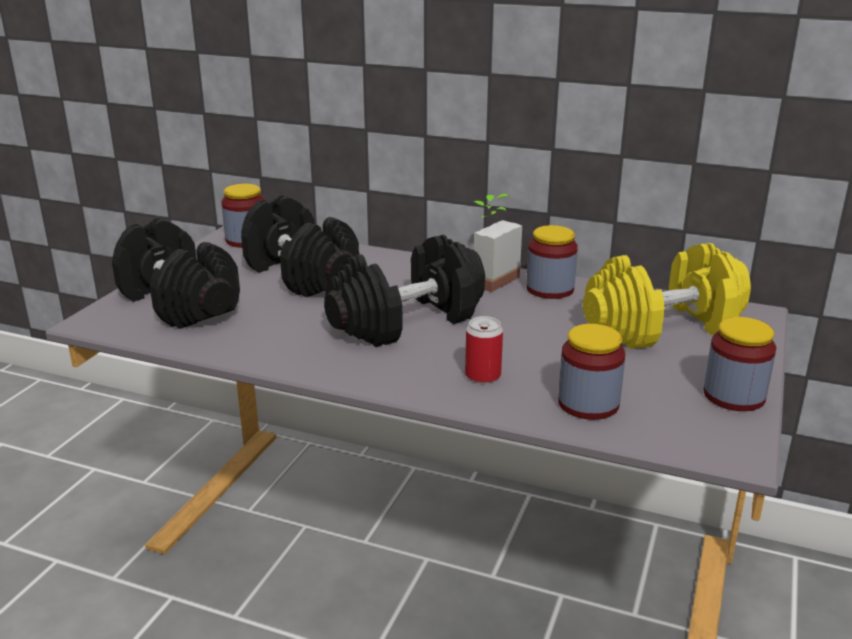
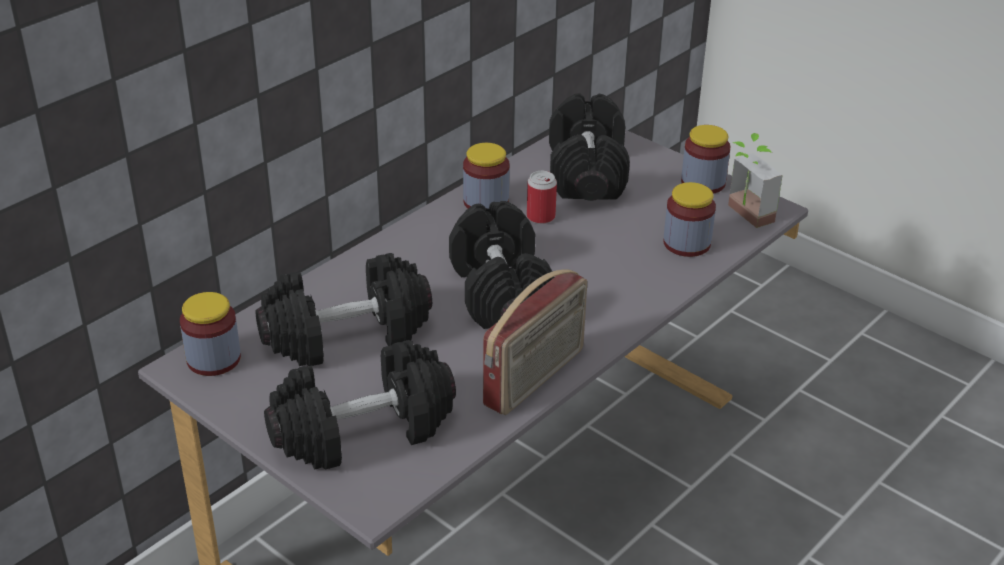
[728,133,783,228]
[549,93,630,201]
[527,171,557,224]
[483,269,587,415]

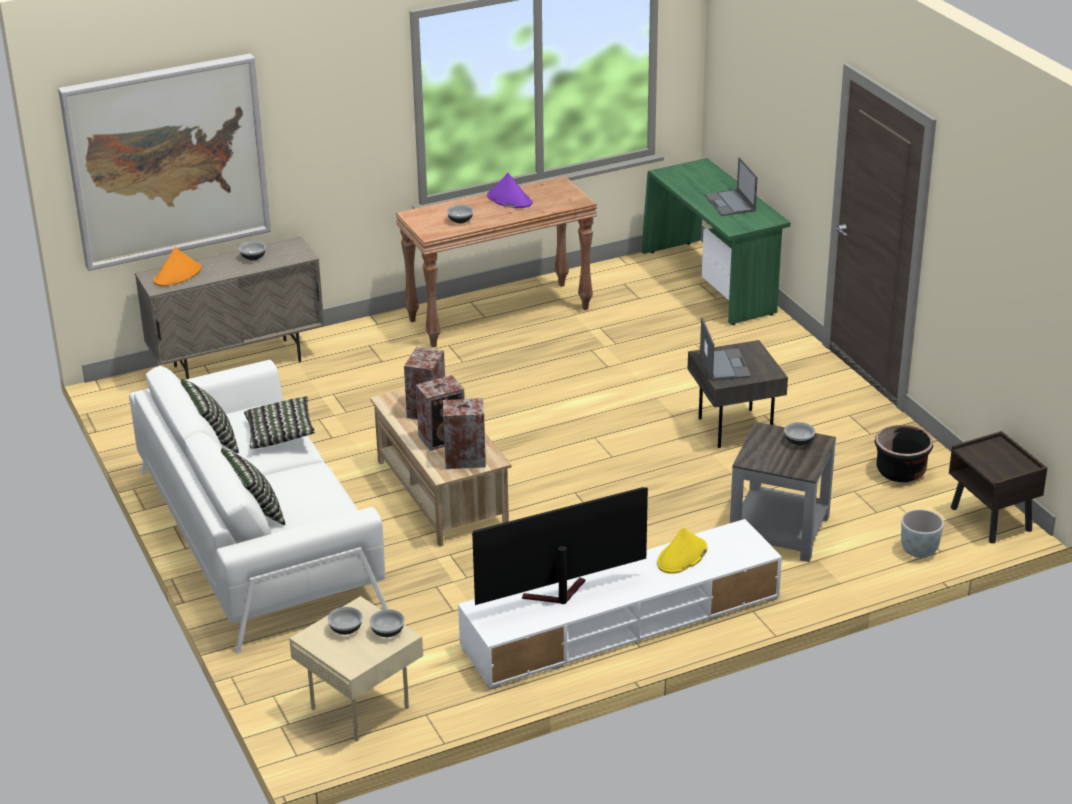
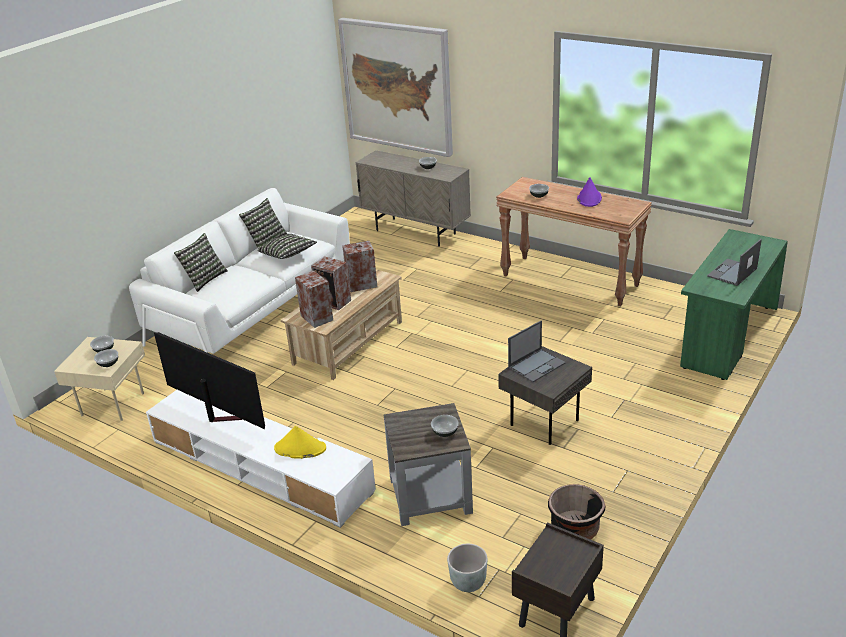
[154,247,201,286] (first image)

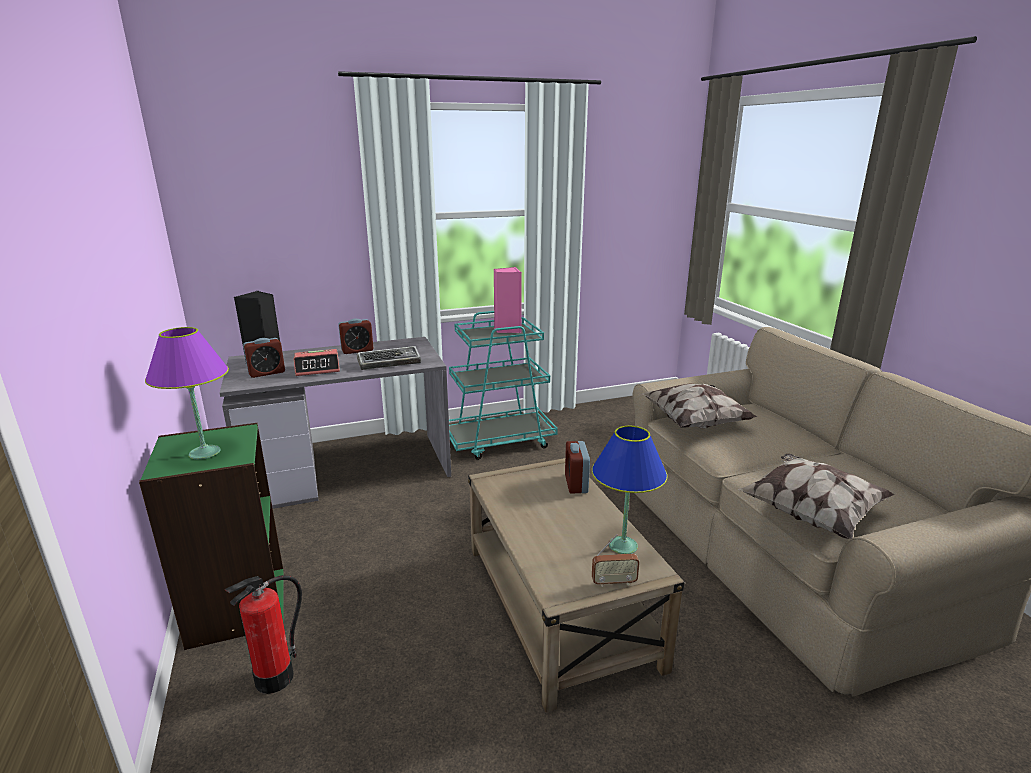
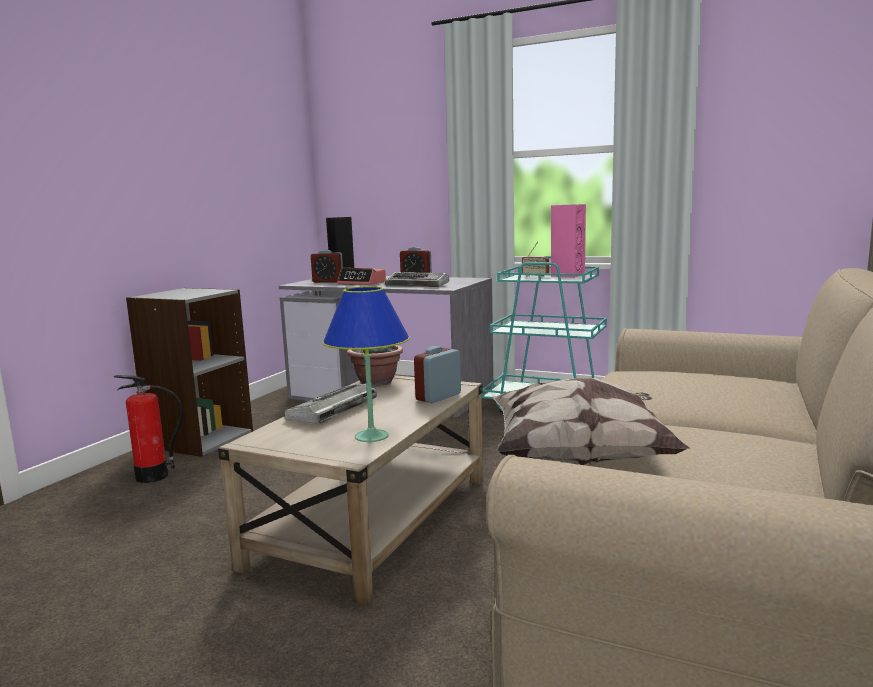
[145,327,229,459] (first image)
[641,384,757,428] (first image)
[126,288,253,457]
[522,242,549,278]
[347,345,403,386]
[284,384,377,424]

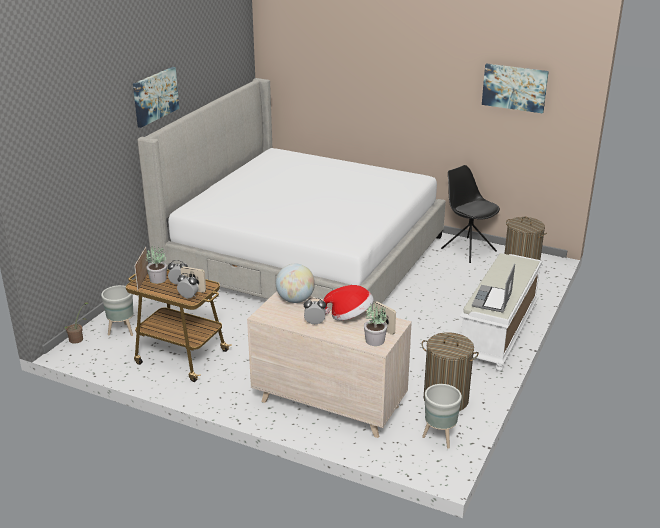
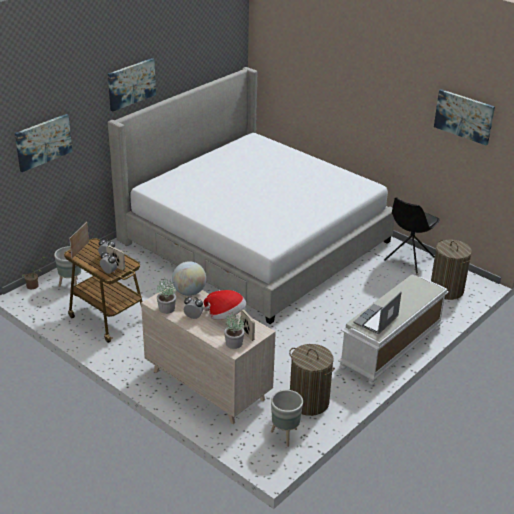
[384,197,439,273]
[157,279,176,314]
[15,114,72,172]

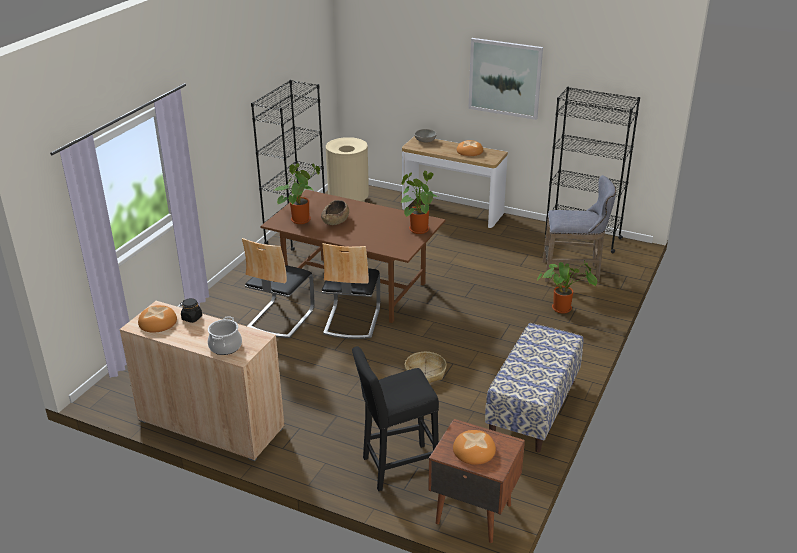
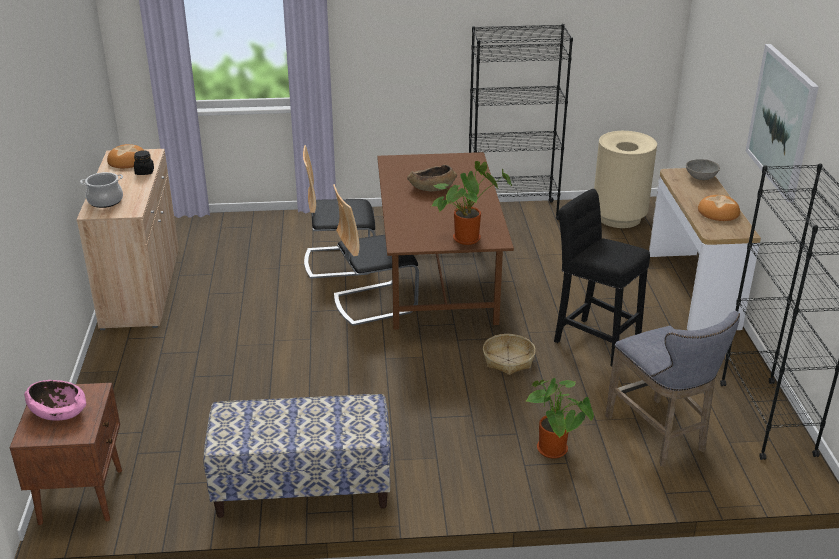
[275,163,320,224] (first image)
[554,189,650,366]
[483,334,536,375]
[24,380,86,421]

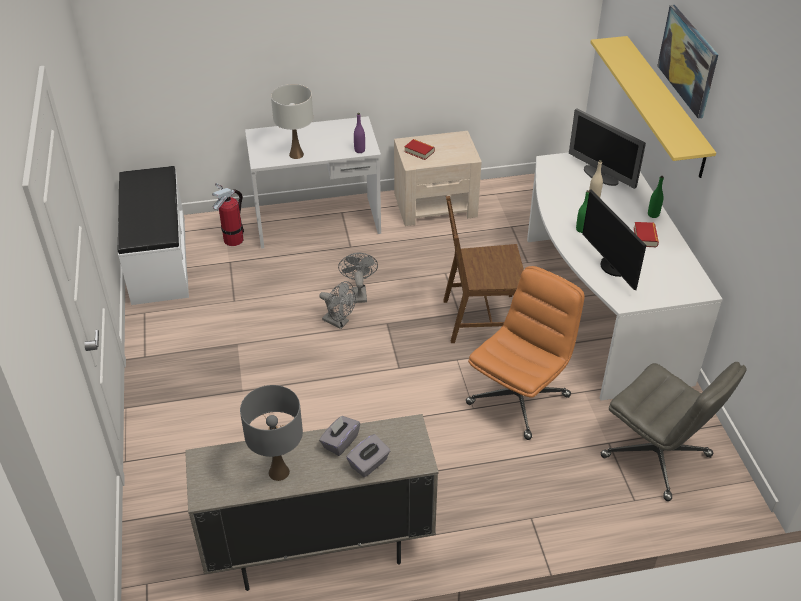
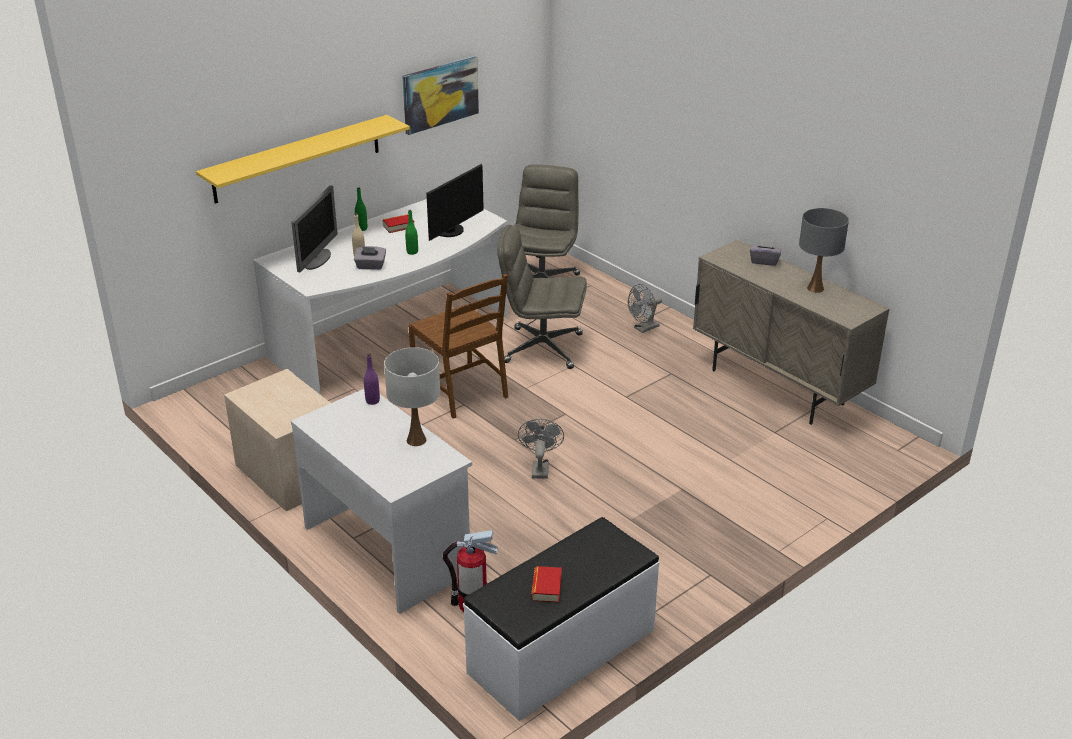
[402,56,479,135]
[531,566,562,603]
[628,284,662,333]
[497,225,587,369]
[354,246,386,270]

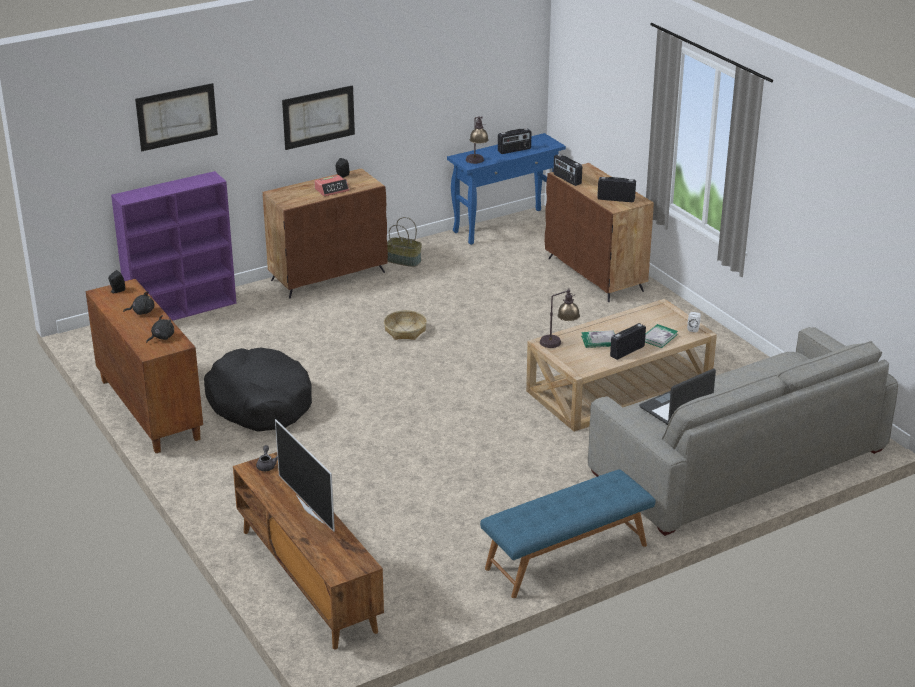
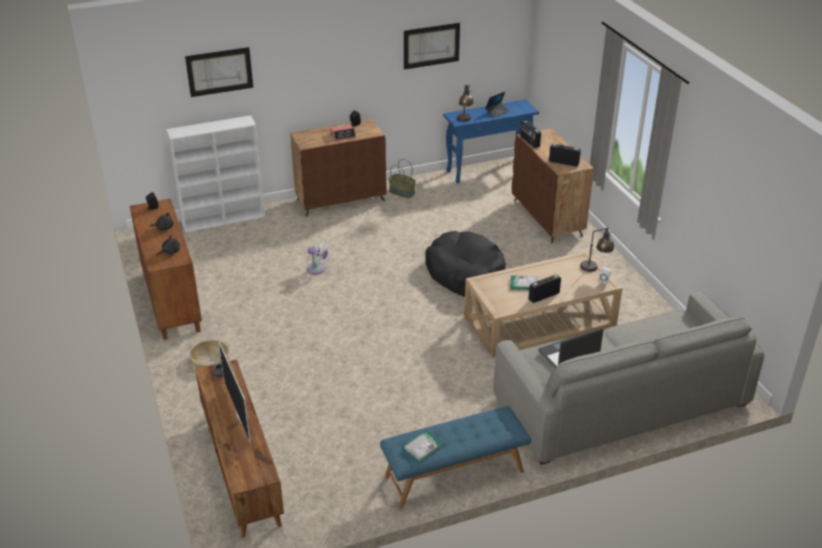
[404,23,460,70]
[485,92,510,118]
[166,115,265,232]
[580,227,615,272]
[190,340,229,369]
[403,430,443,462]
[425,231,506,296]
[307,242,330,275]

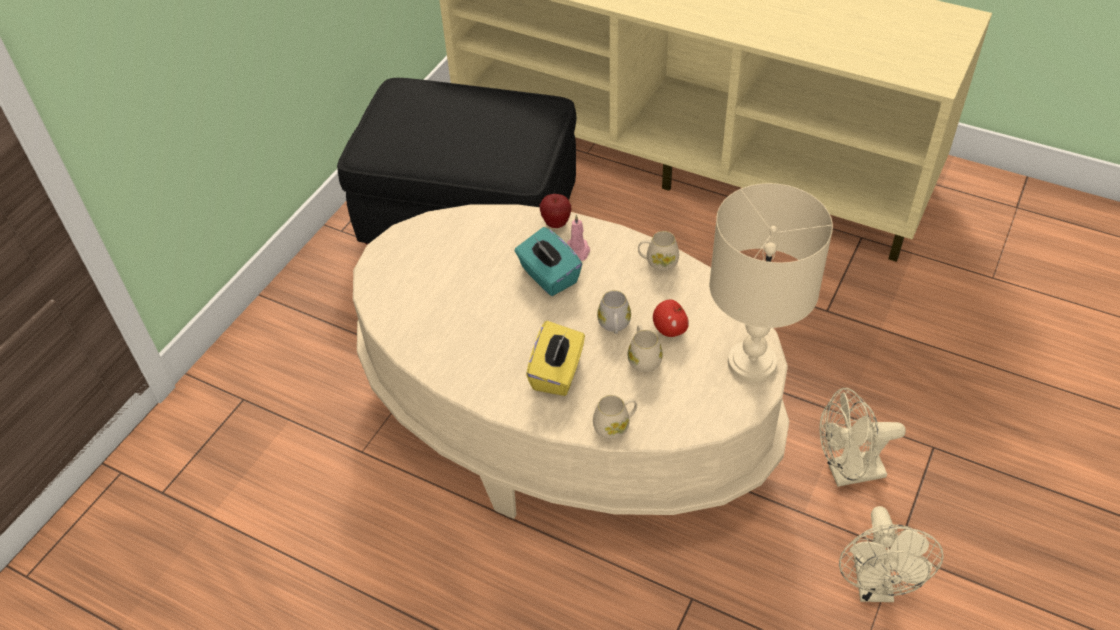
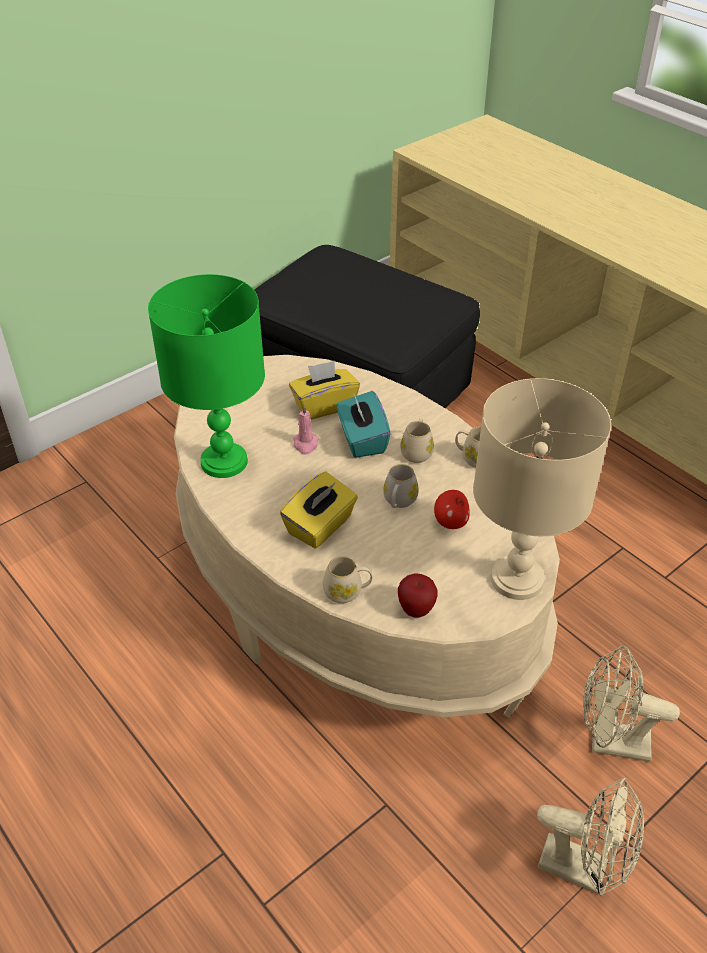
[398,573,438,618]
[293,405,319,455]
[400,418,434,463]
[537,778,644,896]
[148,274,265,478]
[289,361,360,419]

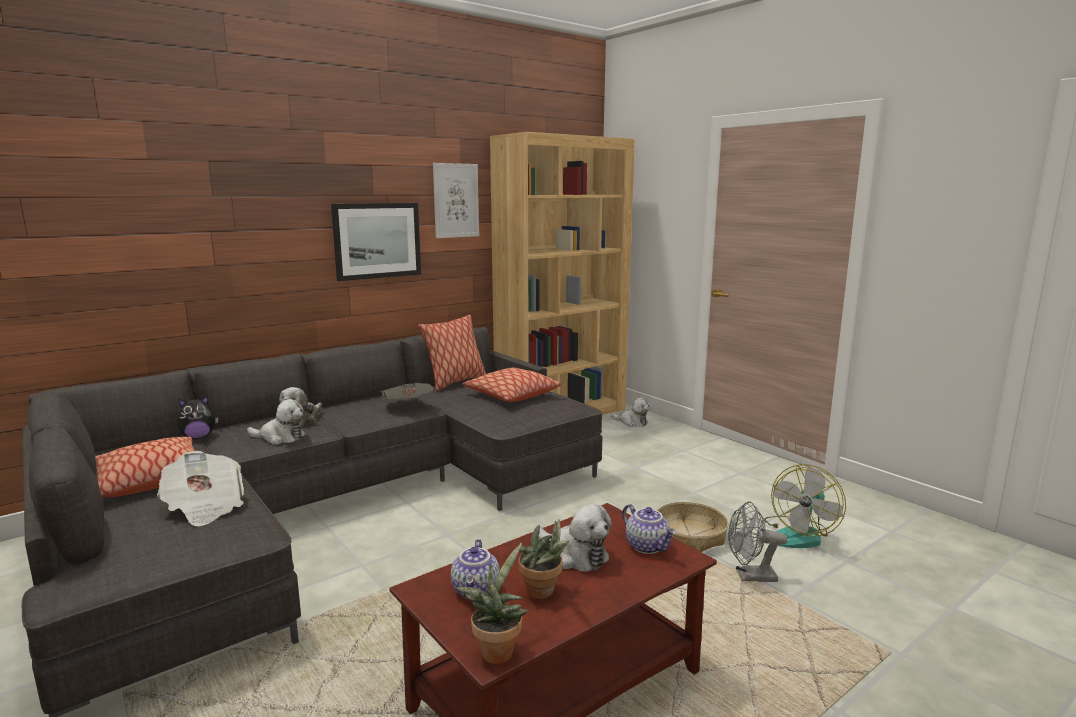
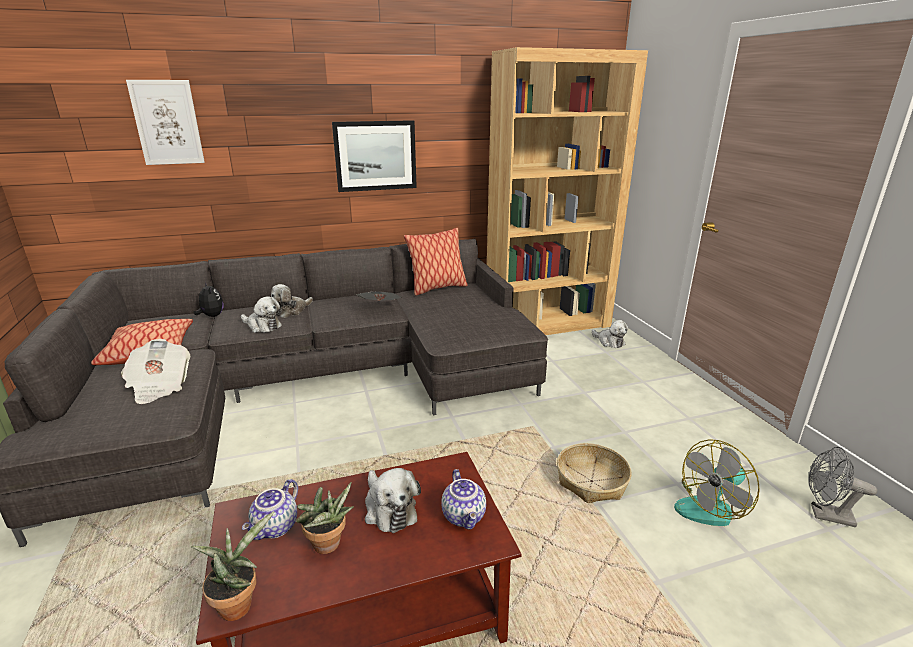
[126,80,205,165]
[462,368,561,402] (first image)
[194,282,223,317]
[809,447,877,527]

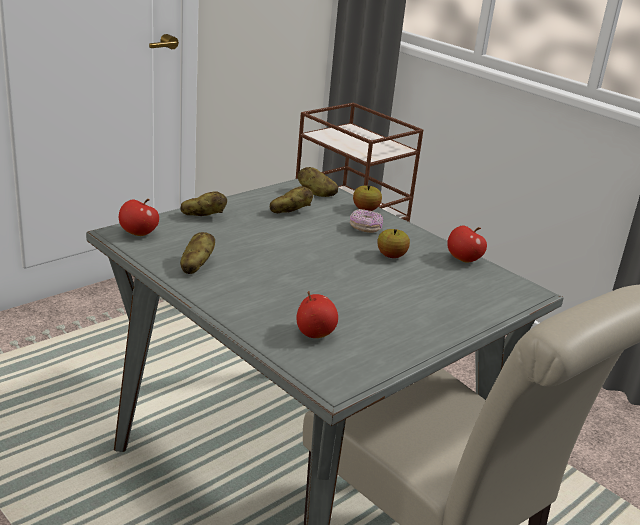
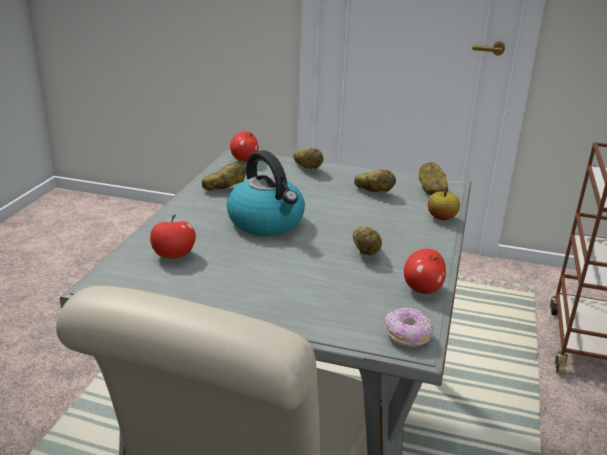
[384,307,433,347]
[353,227,382,256]
[227,150,305,236]

